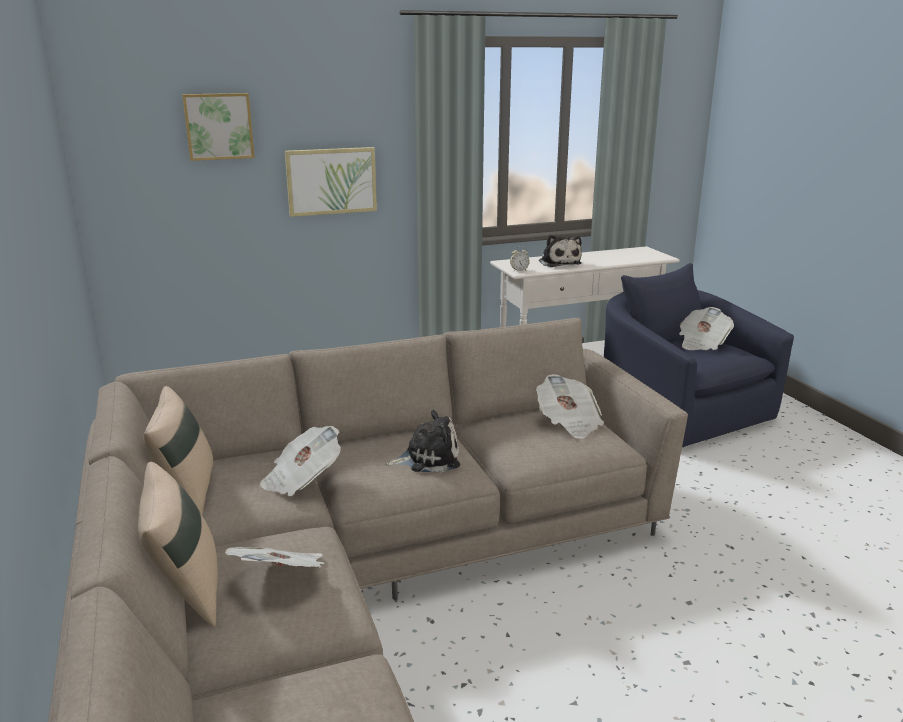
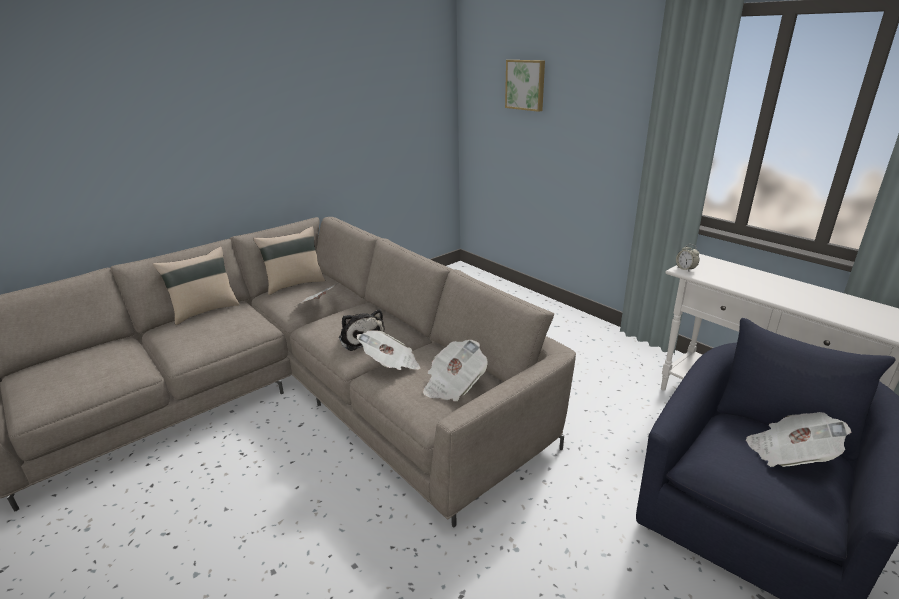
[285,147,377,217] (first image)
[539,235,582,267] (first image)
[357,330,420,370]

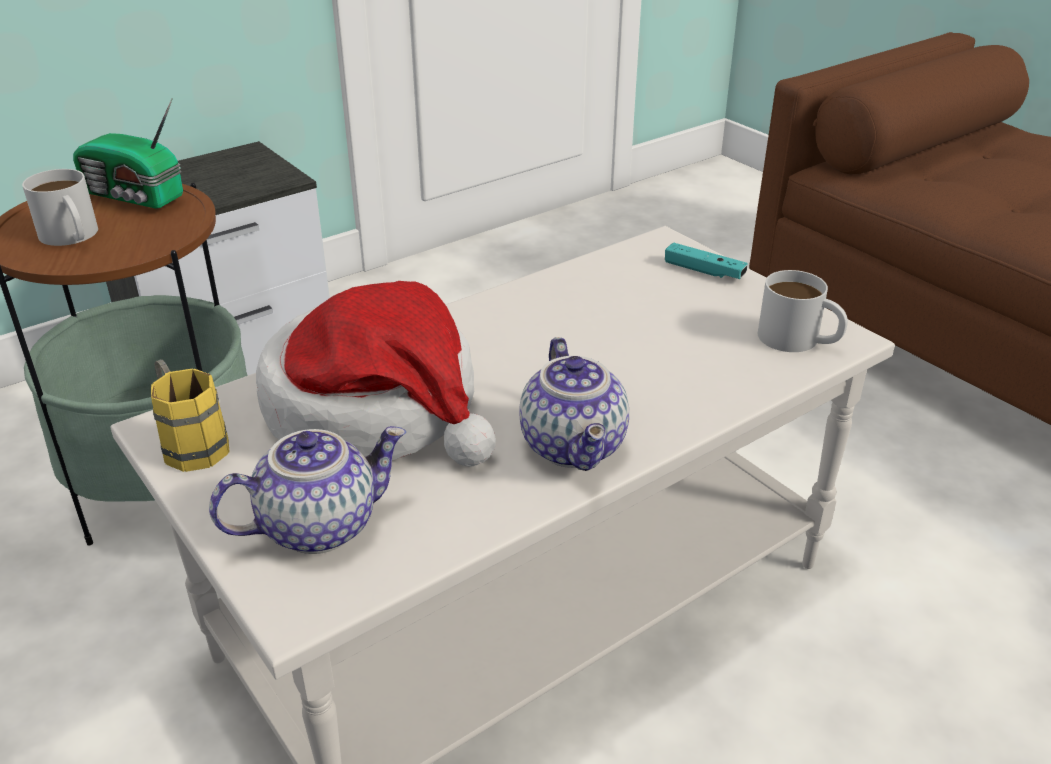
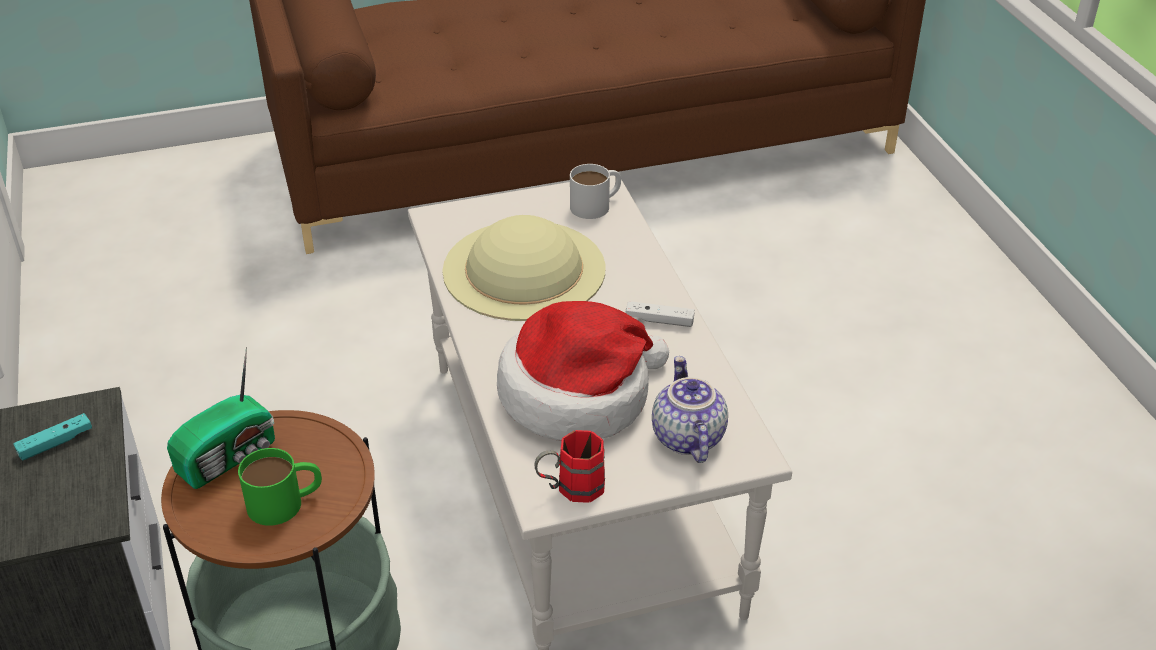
[238,448,322,526]
[13,413,92,461]
[626,301,695,327]
[535,430,605,503]
[442,215,605,321]

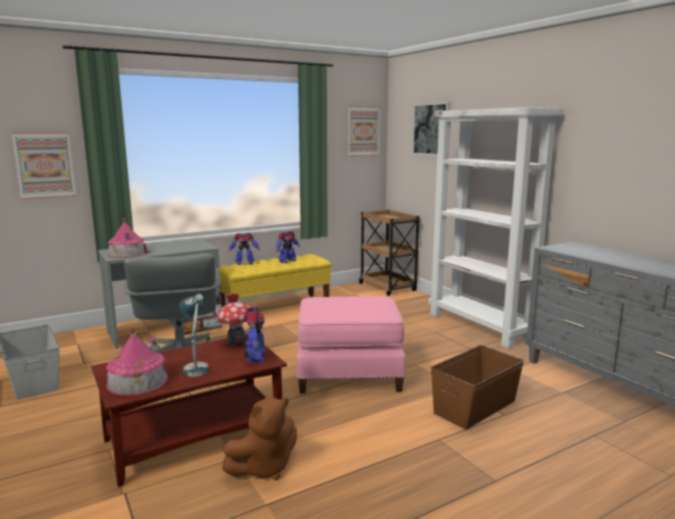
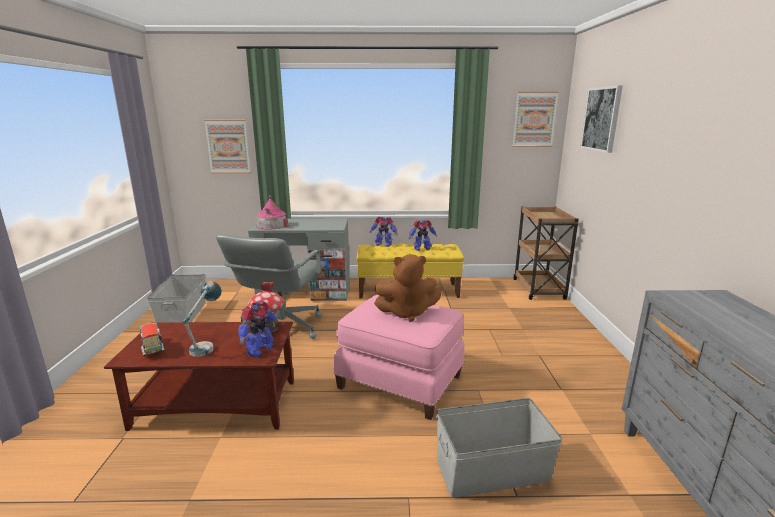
[429,107,563,349] (first image)
[140,323,165,356]
[436,398,562,498]
[374,254,442,322]

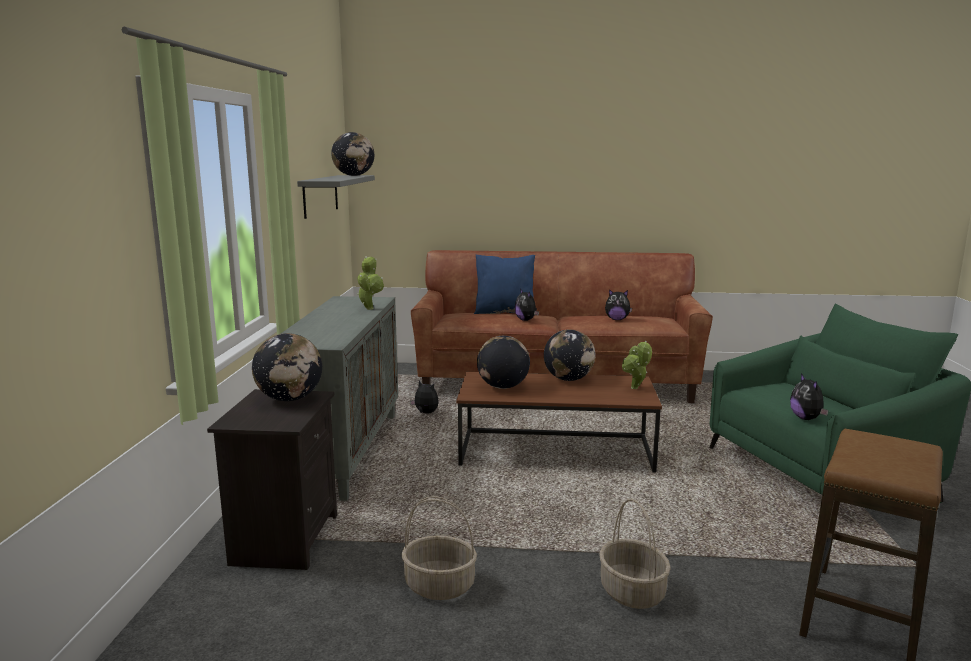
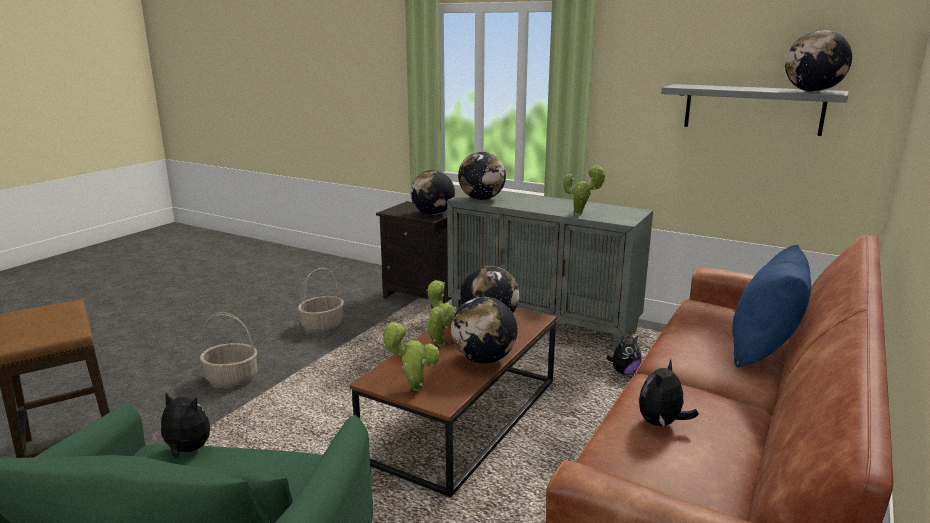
[515,289,539,321] (first image)
[458,152,506,200]
[425,280,457,347]

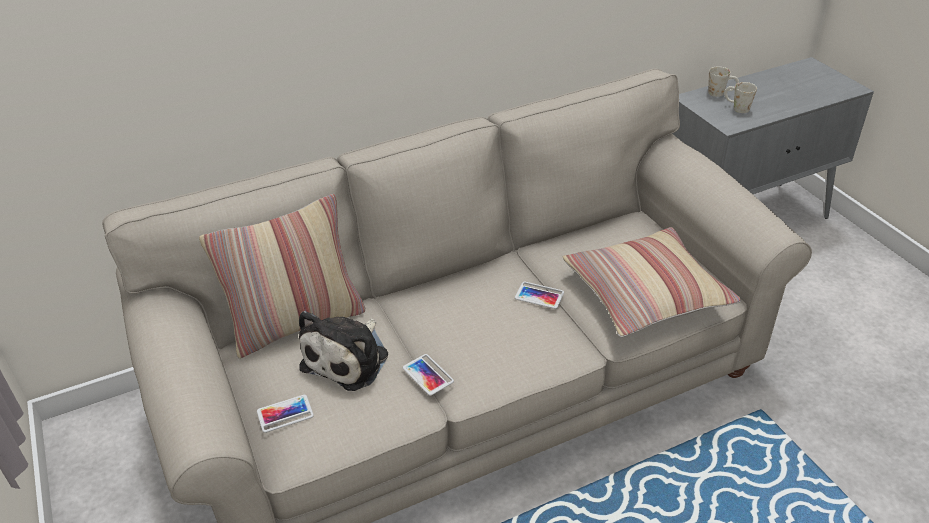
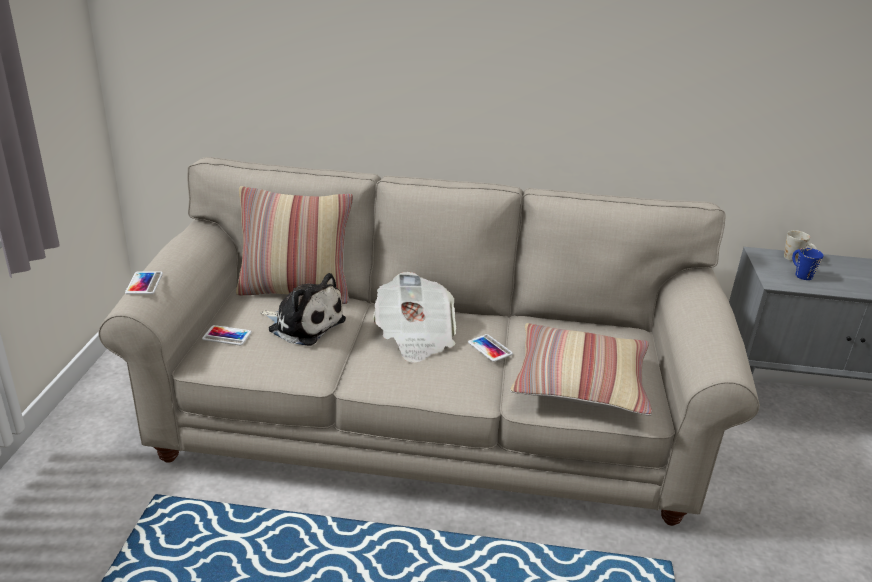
[792,248,823,280]
[260,273,346,346]
[125,272,163,294]
[373,272,456,363]

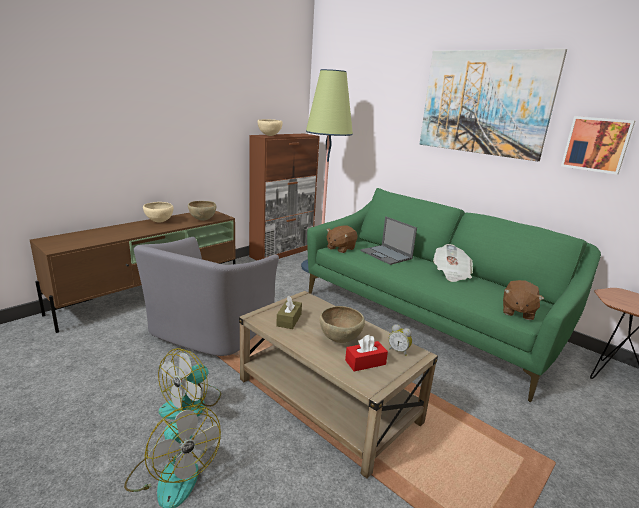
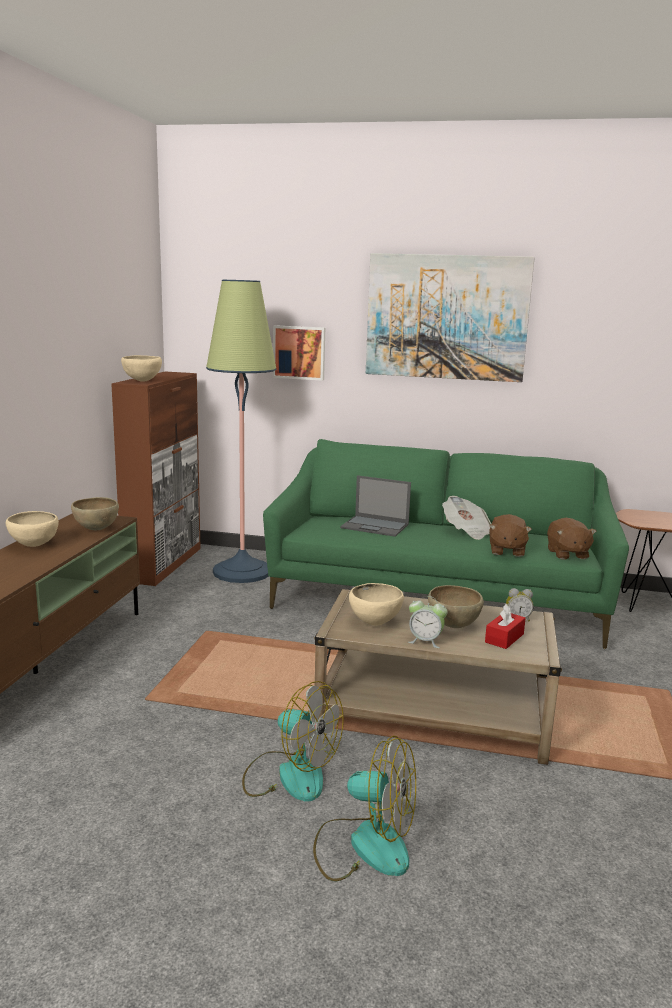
[273,325,325,381]
[490,514,532,557]
[134,237,279,356] (first image)
[349,583,404,626]
[242,681,344,802]
[408,596,448,648]

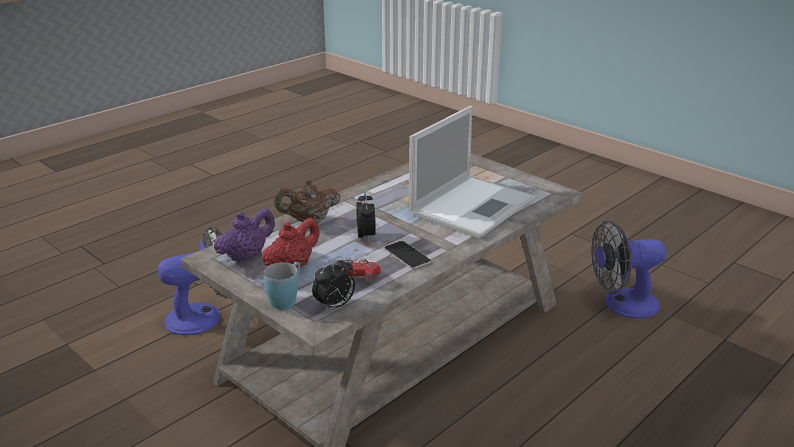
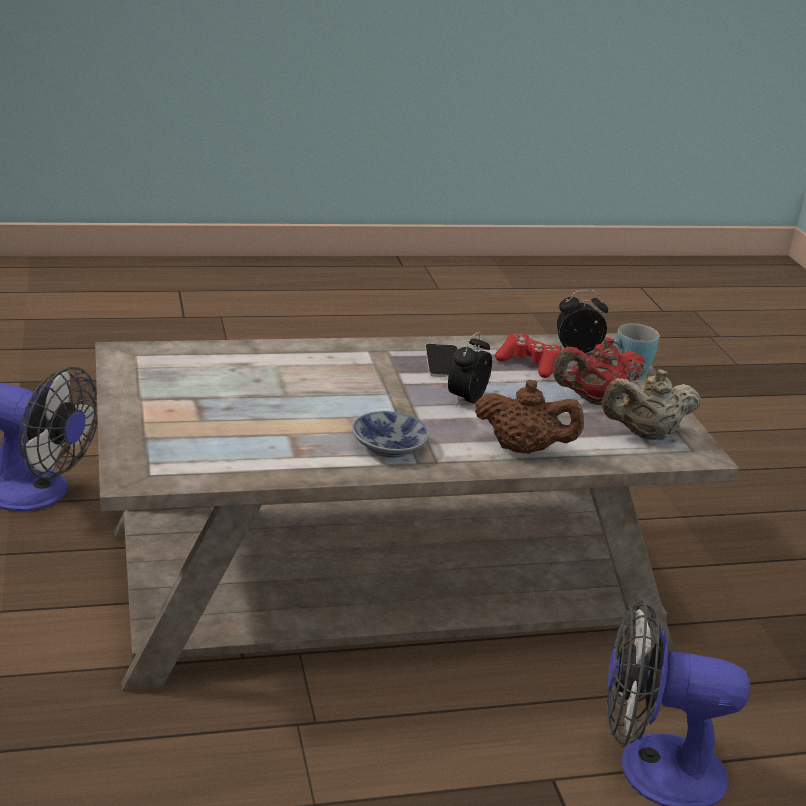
[409,106,535,239] (first image)
[602,370,701,440]
[352,411,429,458]

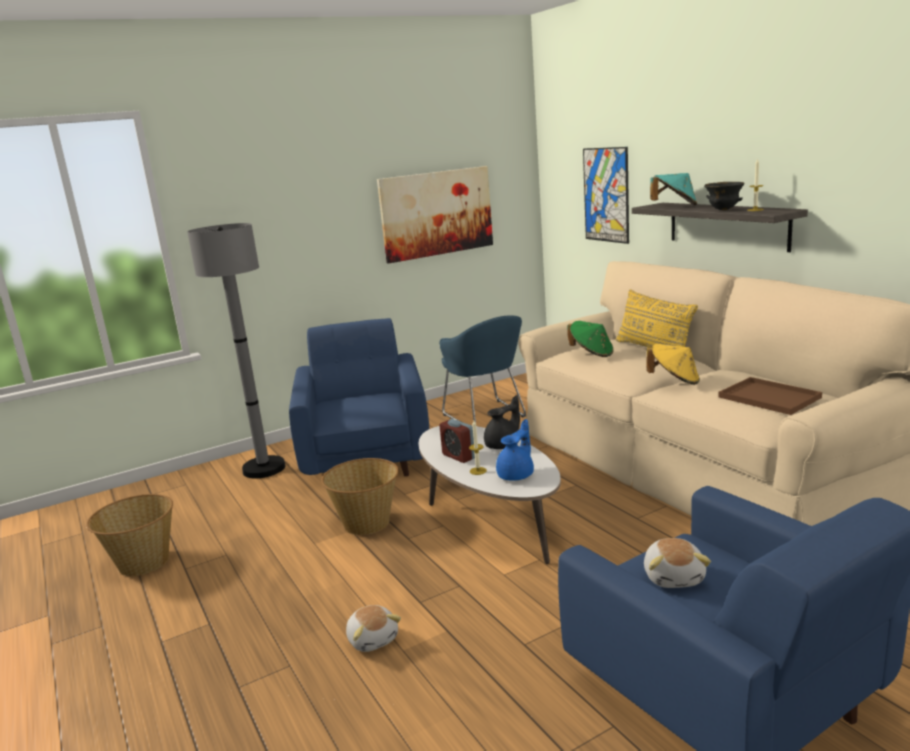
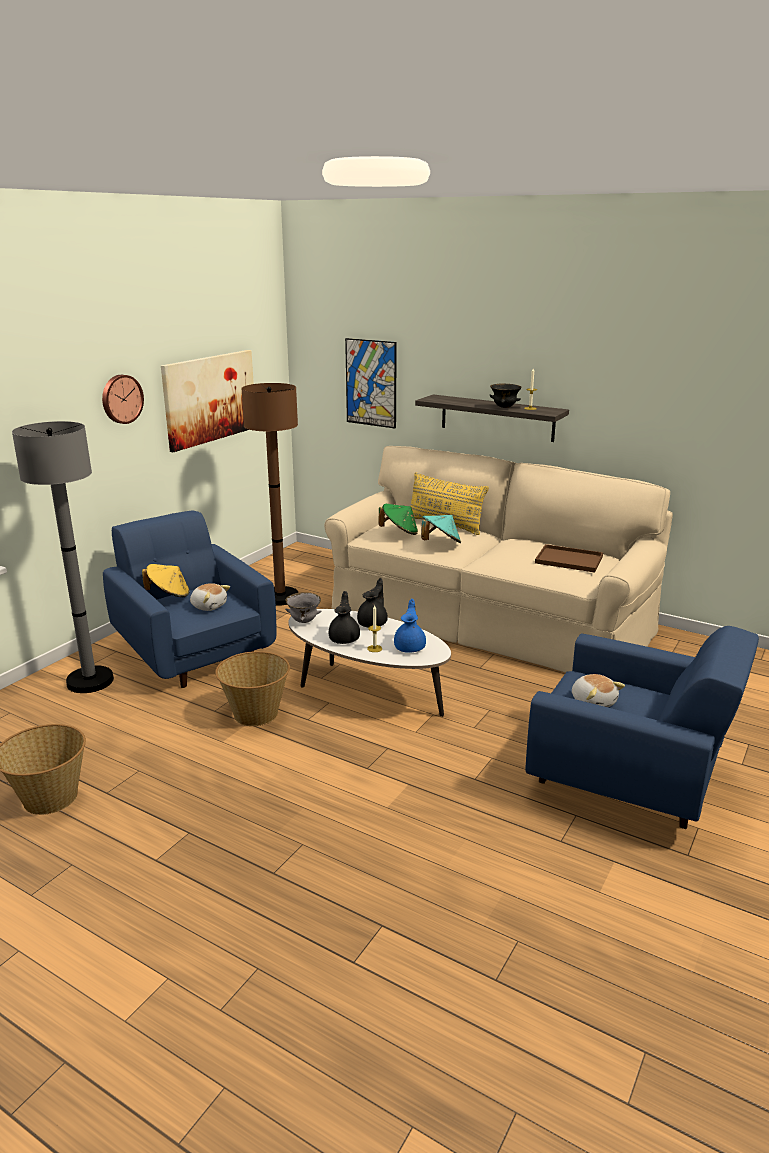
[421,515,461,543]
[241,383,298,606]
[142,564,190,597]
[329,591,360,644]
[190,583,230,611]
[102,375,144,424]
[285,592,321,623]

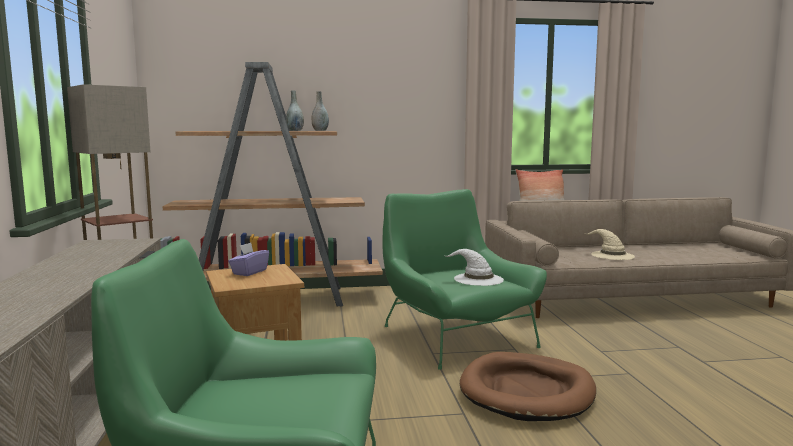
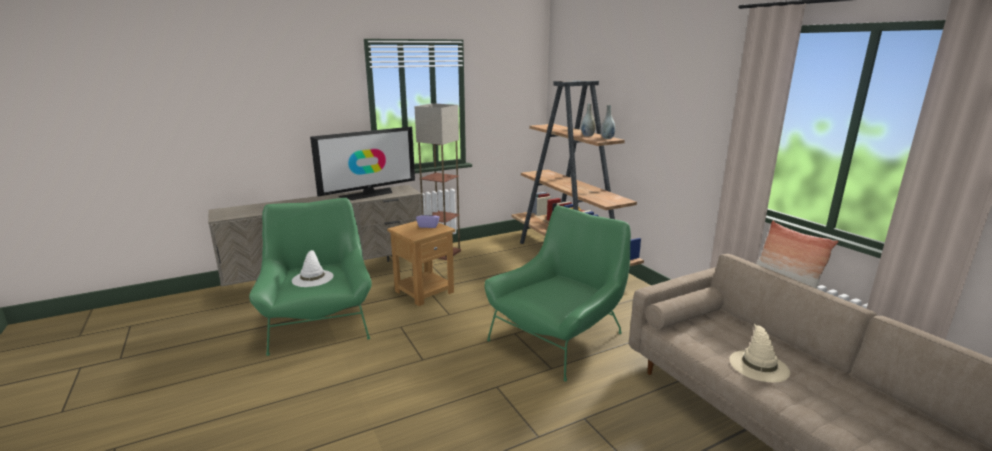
[292,250,334,287]
[460,352,596,421] (first image)
[310,127,415,200]

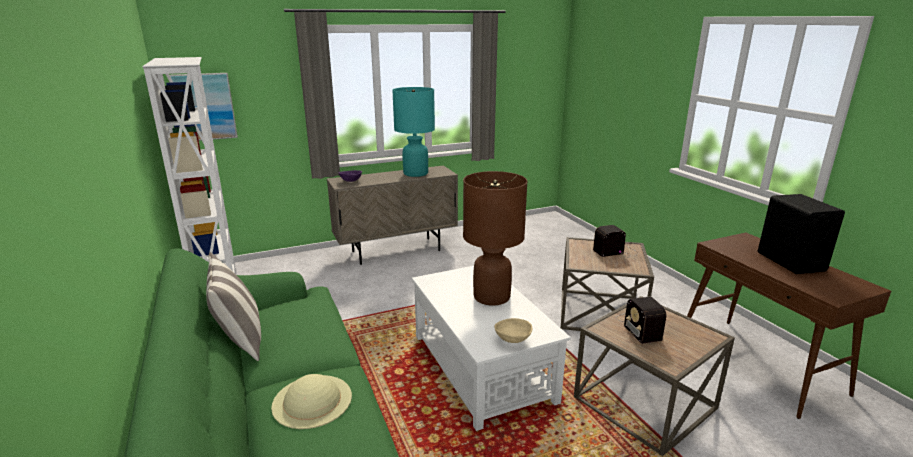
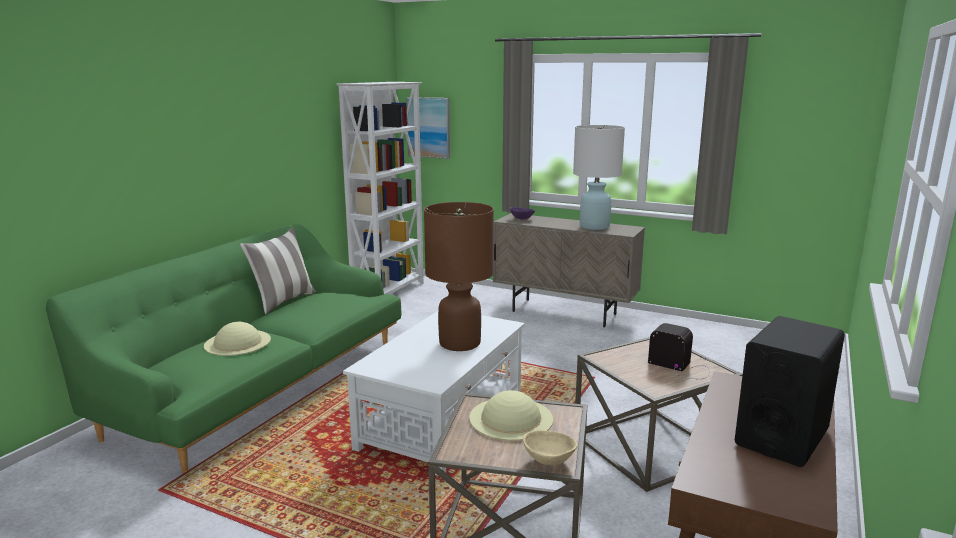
[573,125,625,230]
[470,390,553,441]
[523,430,577,465]

